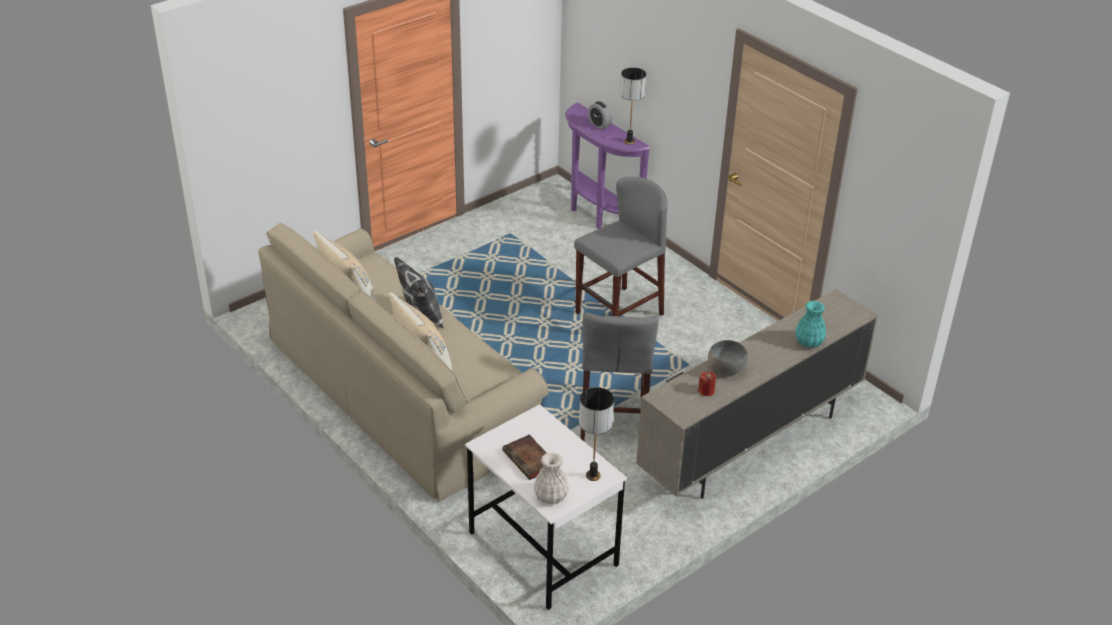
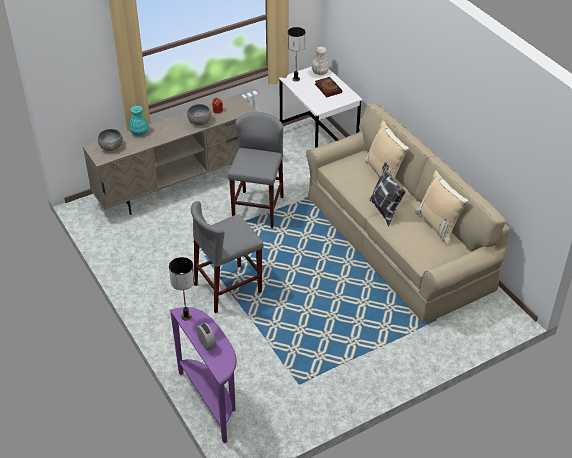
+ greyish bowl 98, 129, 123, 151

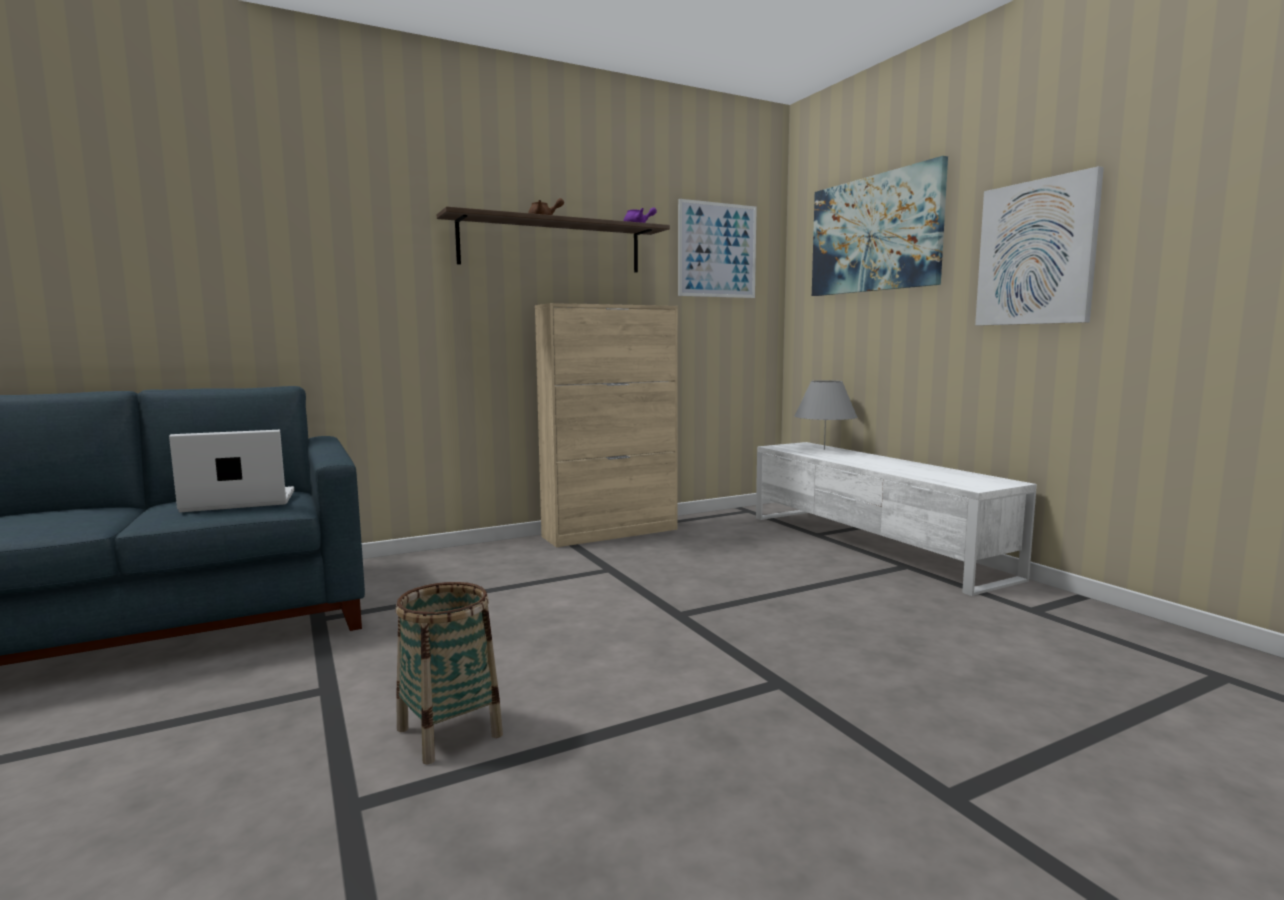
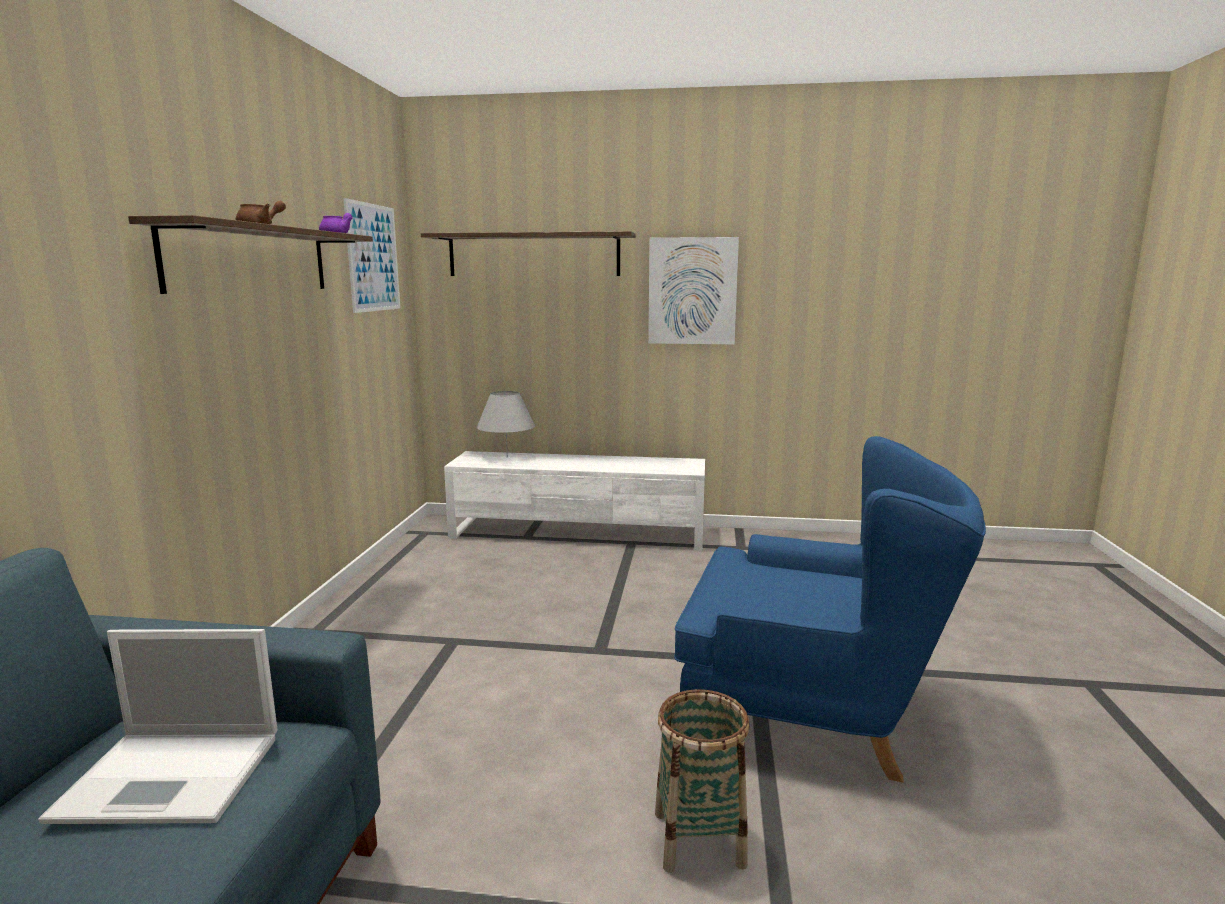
~ notebook computer 169, 430, 294, 513 = 38, 629, 278, 824 105 degrees counterclockwise
~ wall picture 812, 156, 948, 296 to wall shelf 421, 231, 636, 276
+ bluish armchair 674, 436, 986, 783
- beige storage cabinet 535, 303, 678, 547

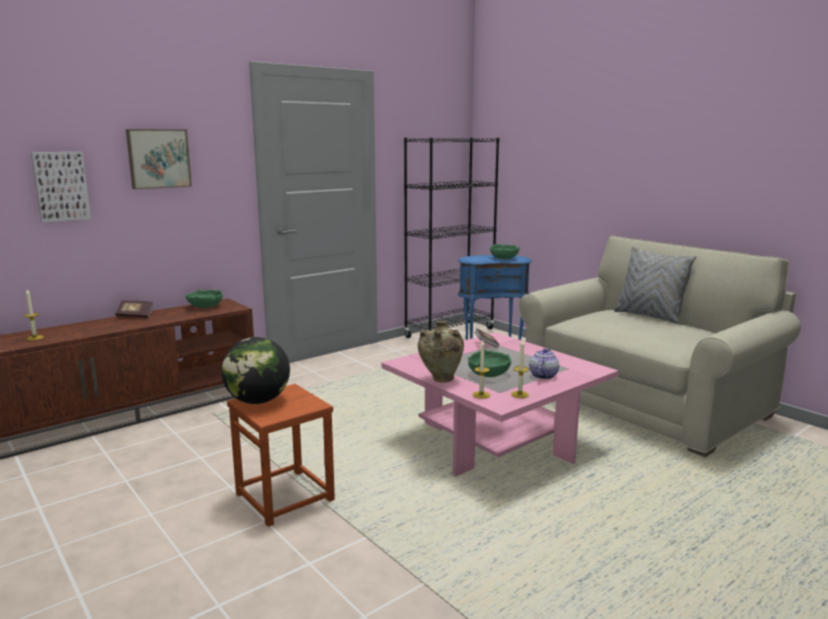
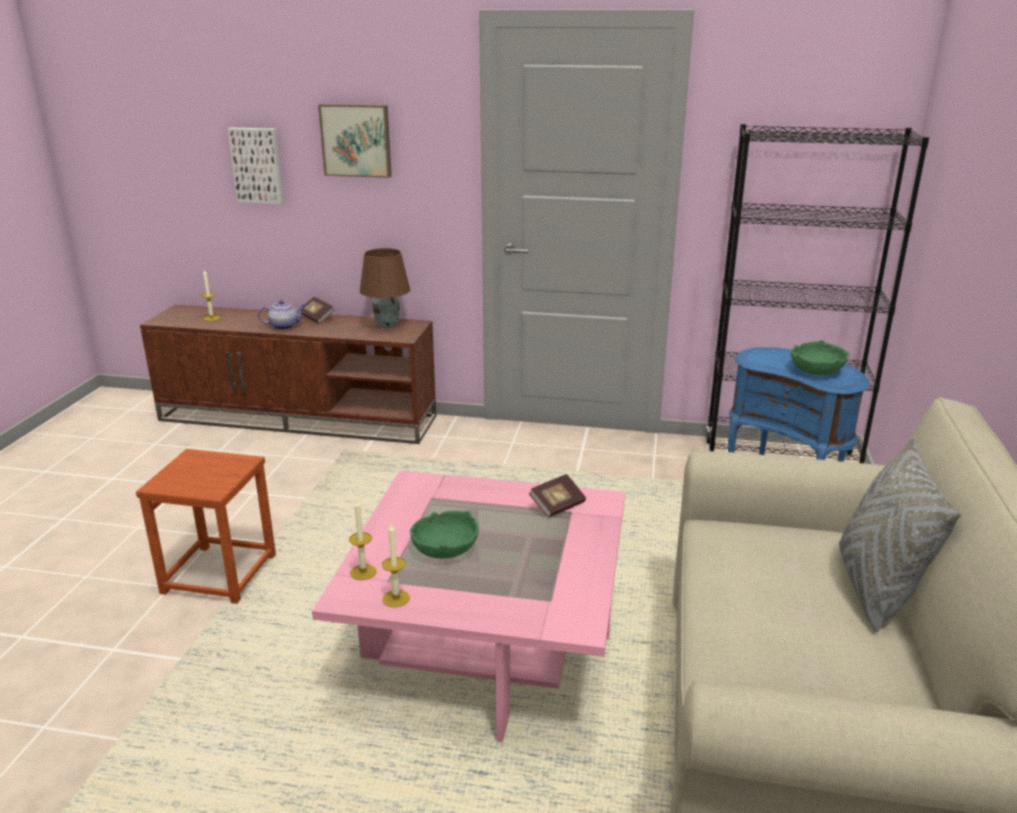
~ tea pot 529, 348, 559, 379 to 258, 300, 306, 330
~ green-coloured bowl 185, 289, 223, 308 to brown lamp for a table 360, 248, 410, 329
- desk globe 221, 337, 290, 404
- beige vase 417, 321, 464, 383

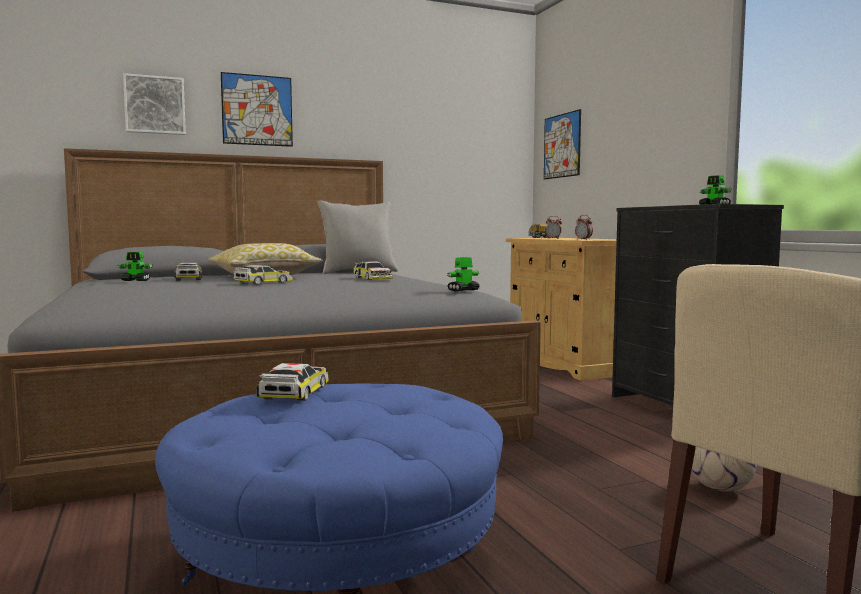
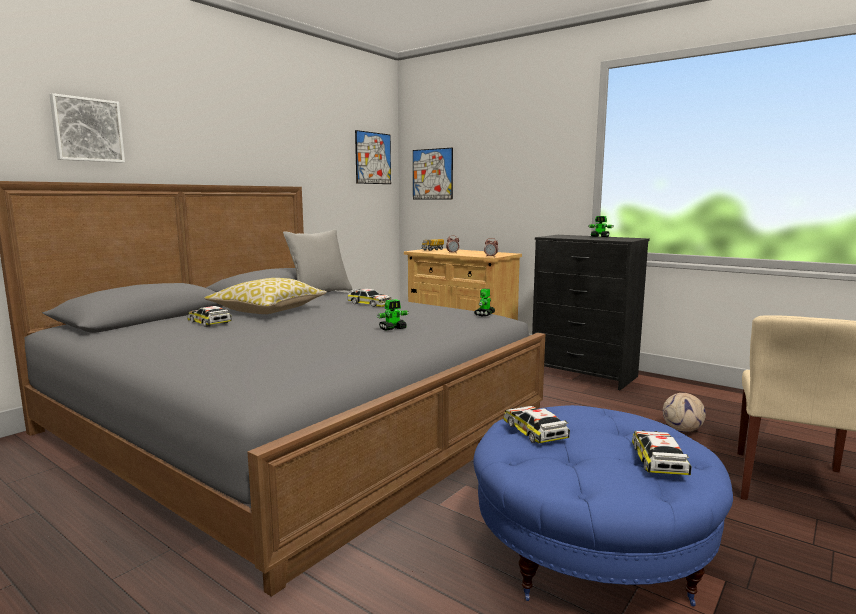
~ wall picture 221, 72, 293, 147 to 355, 130, 391, 184
~ model robot 117, 252, 154, 281 to 377, 299, 409, 330
~ model car 233, 265, 293, 285 to 632, 430, 692, 475

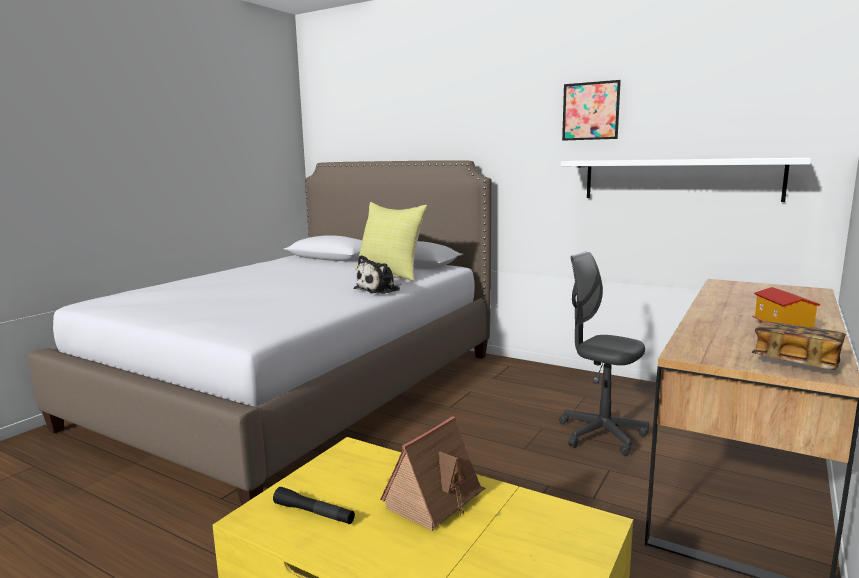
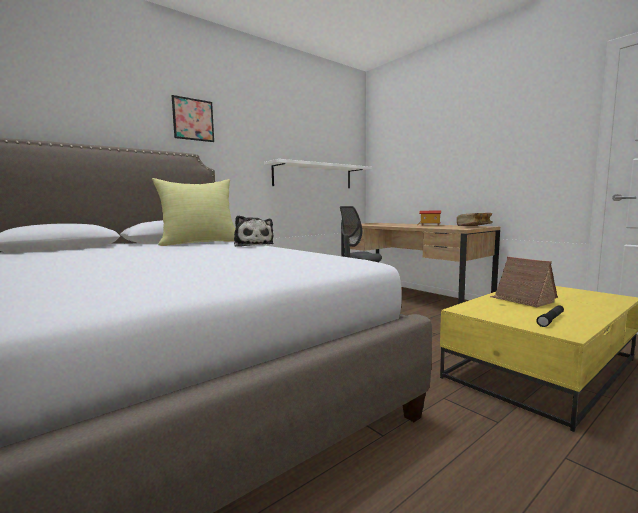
~ wall picture 562, 80, 621, 141 to 172, 95, 214, 142

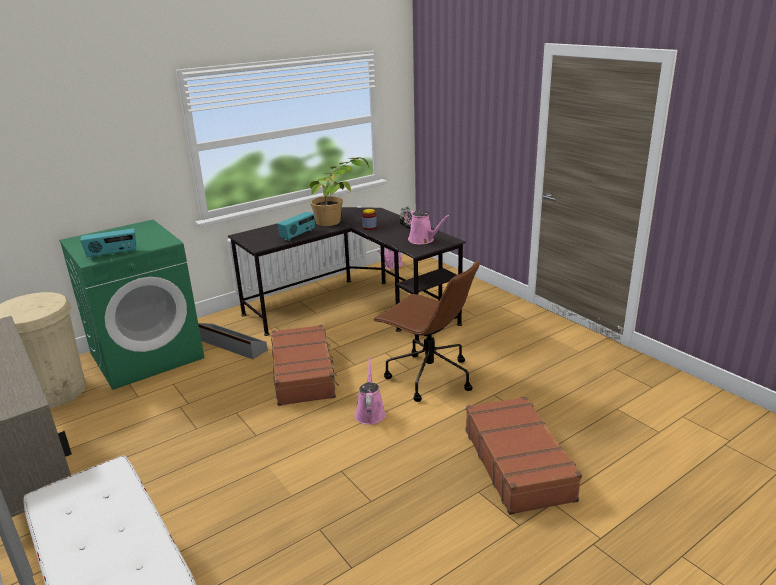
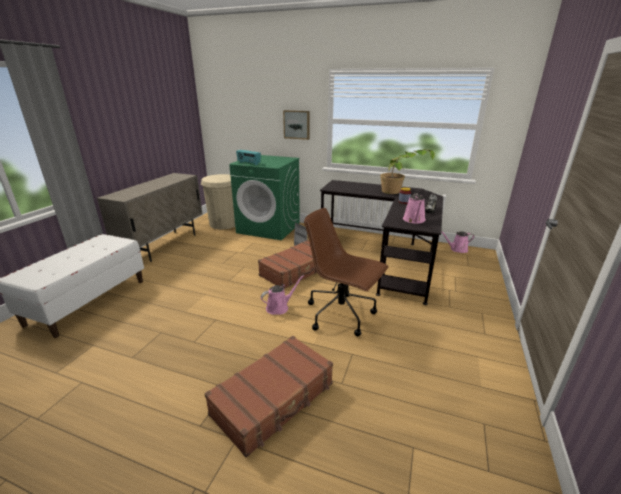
+ wall picture 283, 110, 310, 140
~ brown office chair 373, 261, 480, 402 = 304, 208, 389, 336 120 degrees clockwise
- radio receiver 278, 212, 315, 241

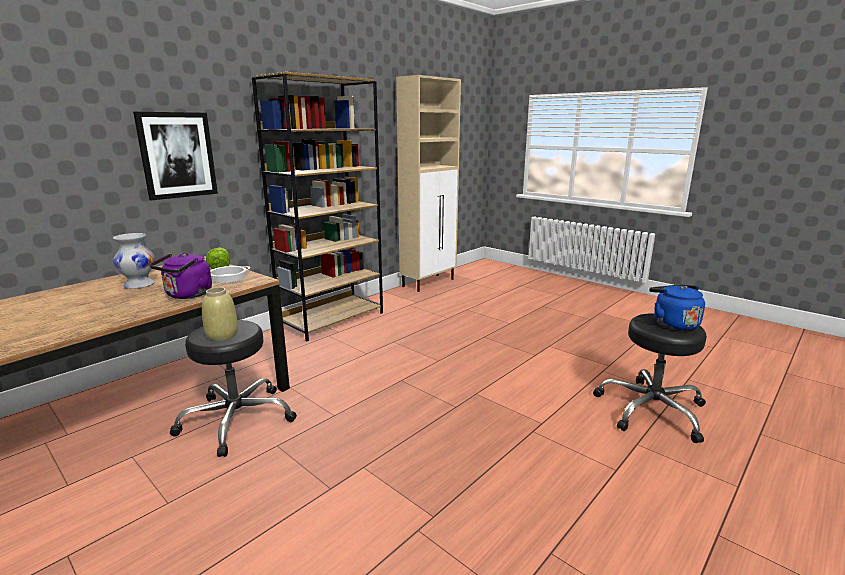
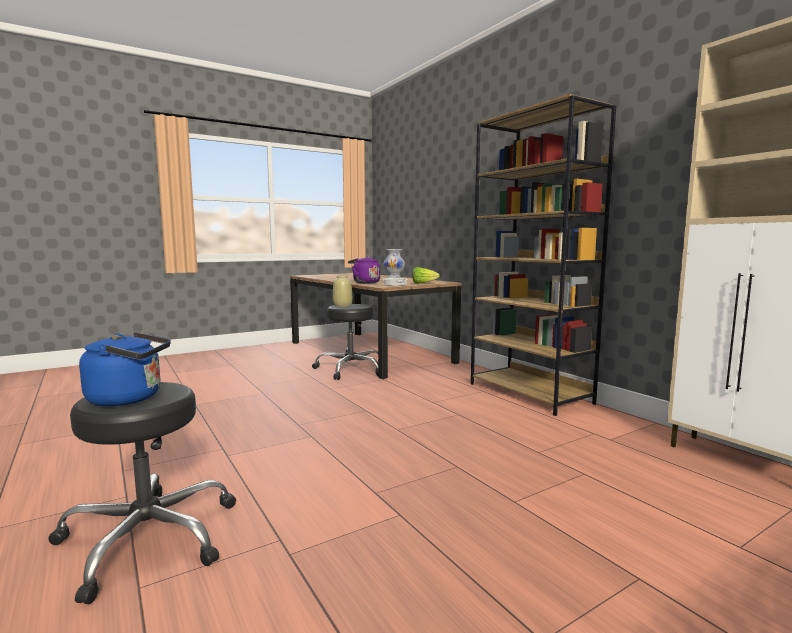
- wall picture 133, 112, 218, 200

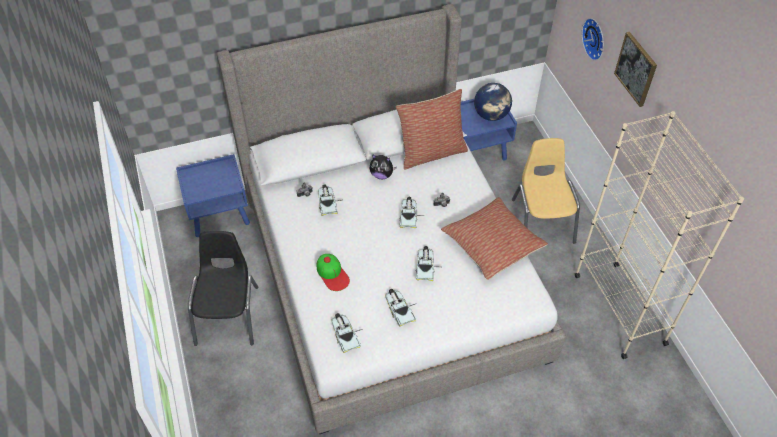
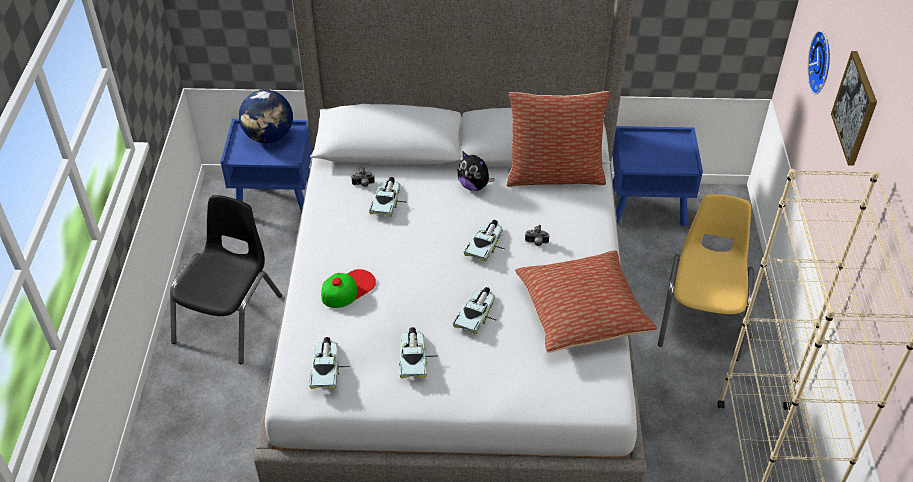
~ desk globe 474, 83, 512, 121 to 239, 90, 293, 143
~ peaked cap 317, 254, 350, 291 = 321, 269, 376, 308 120 degrees counterclockwise

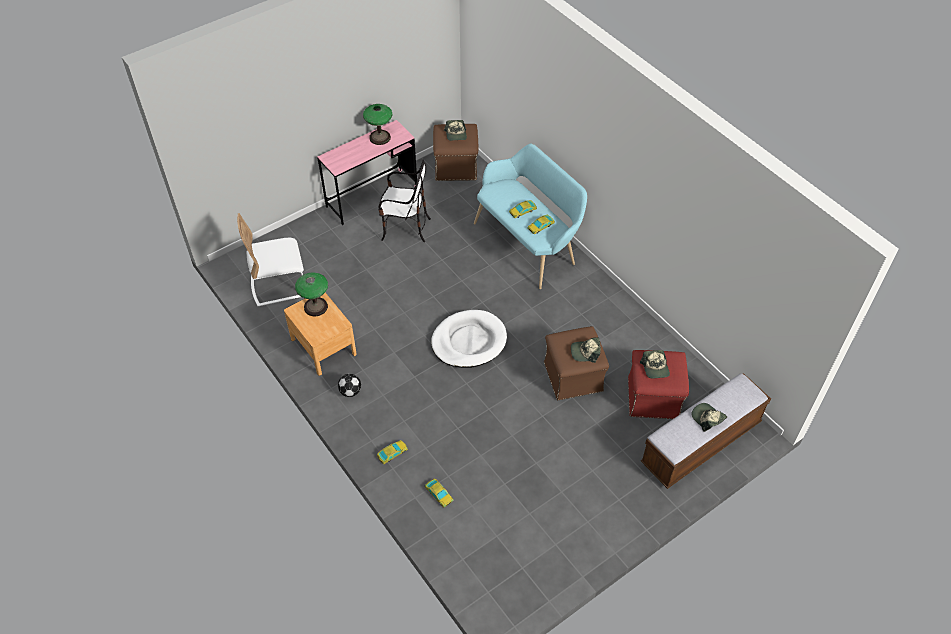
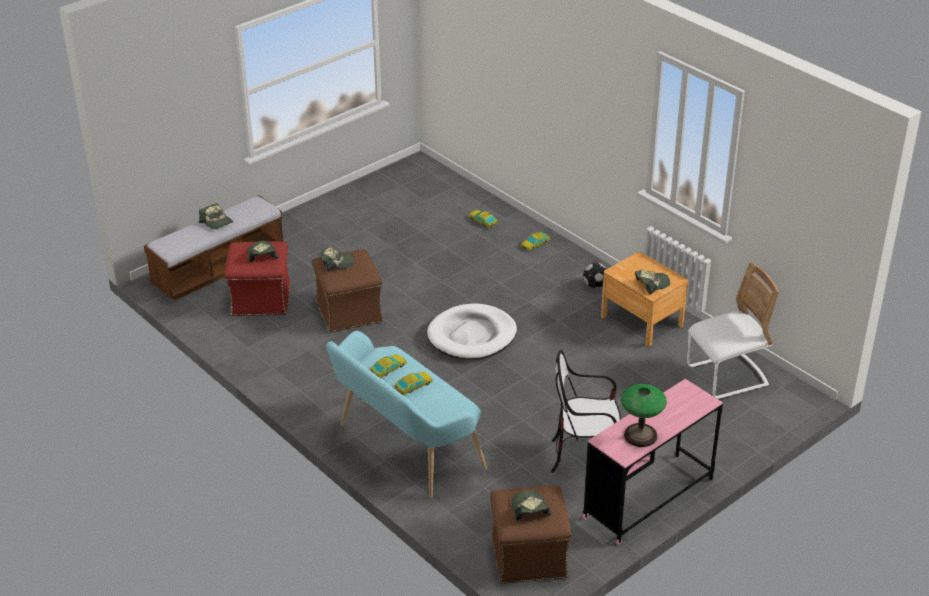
~ lamp for a table 295, 272, 328, 316 to peaked cap 635, 270, 670, 295

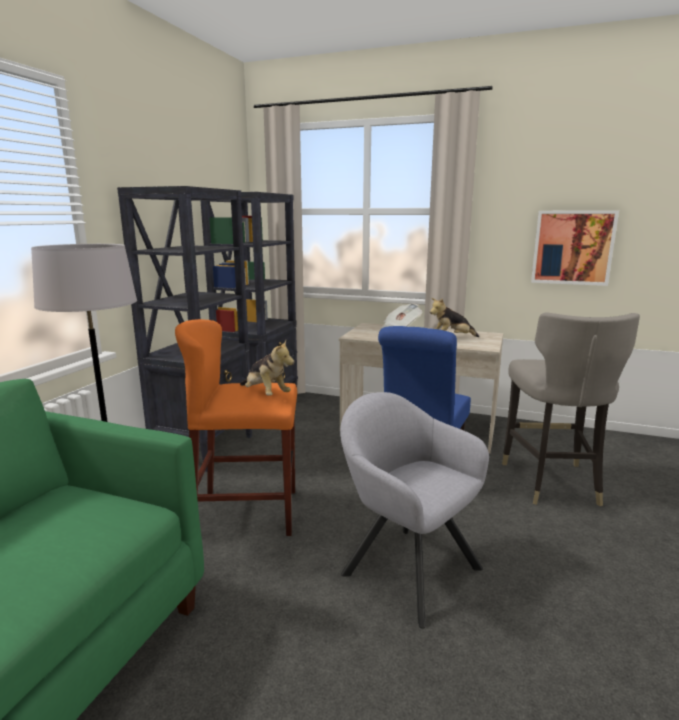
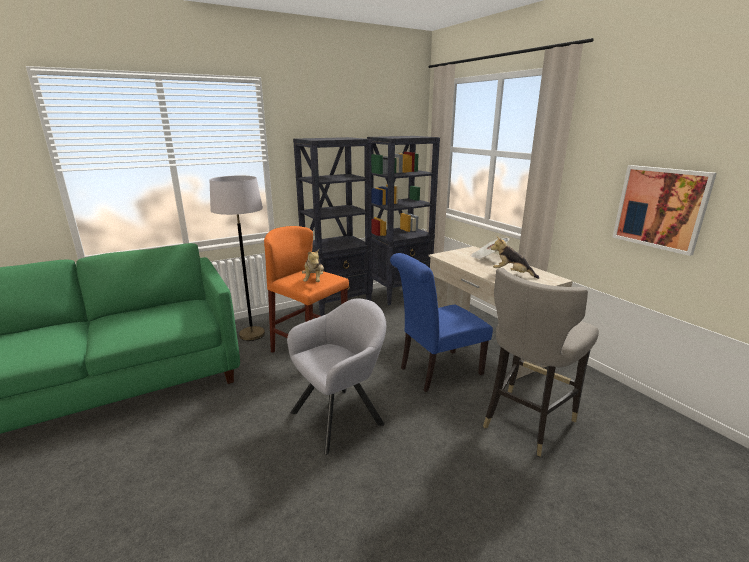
~ greyish armchair 340, 392, 489, 629 = 287, 299, 386, 455 60 degrees clockwise

